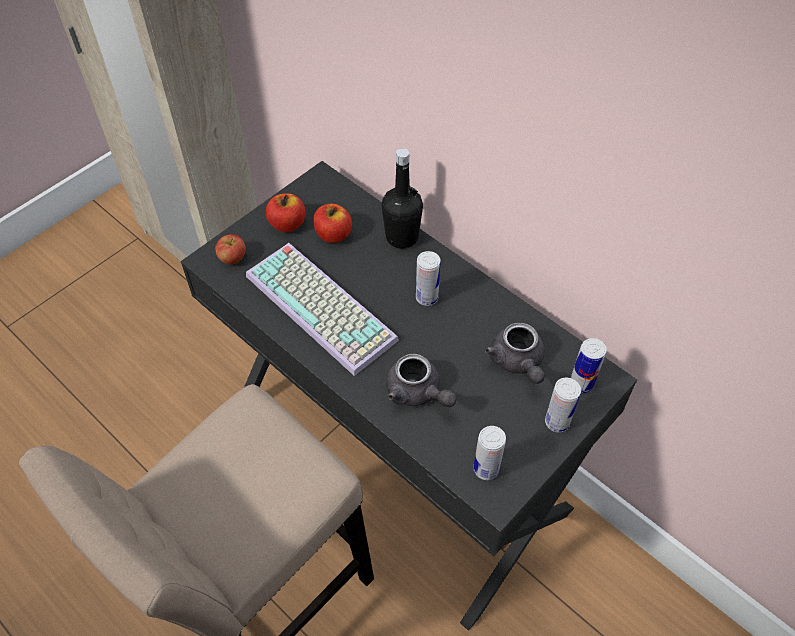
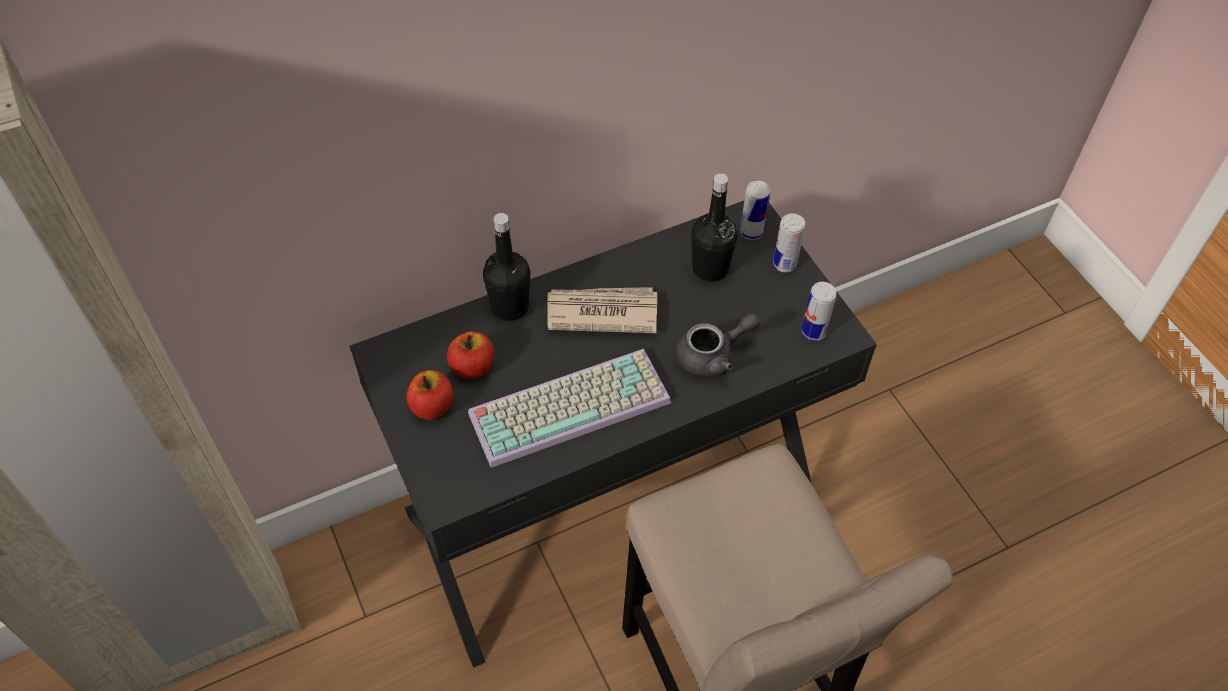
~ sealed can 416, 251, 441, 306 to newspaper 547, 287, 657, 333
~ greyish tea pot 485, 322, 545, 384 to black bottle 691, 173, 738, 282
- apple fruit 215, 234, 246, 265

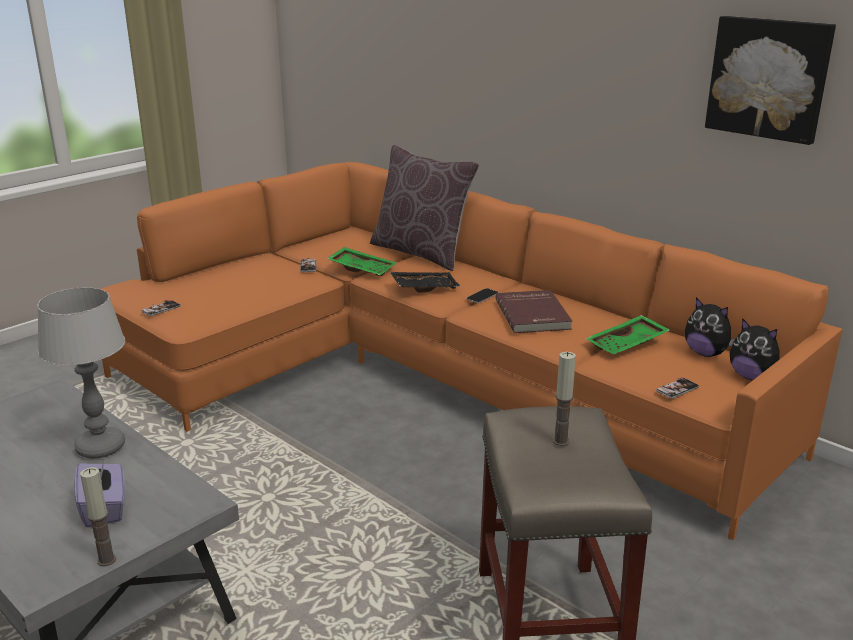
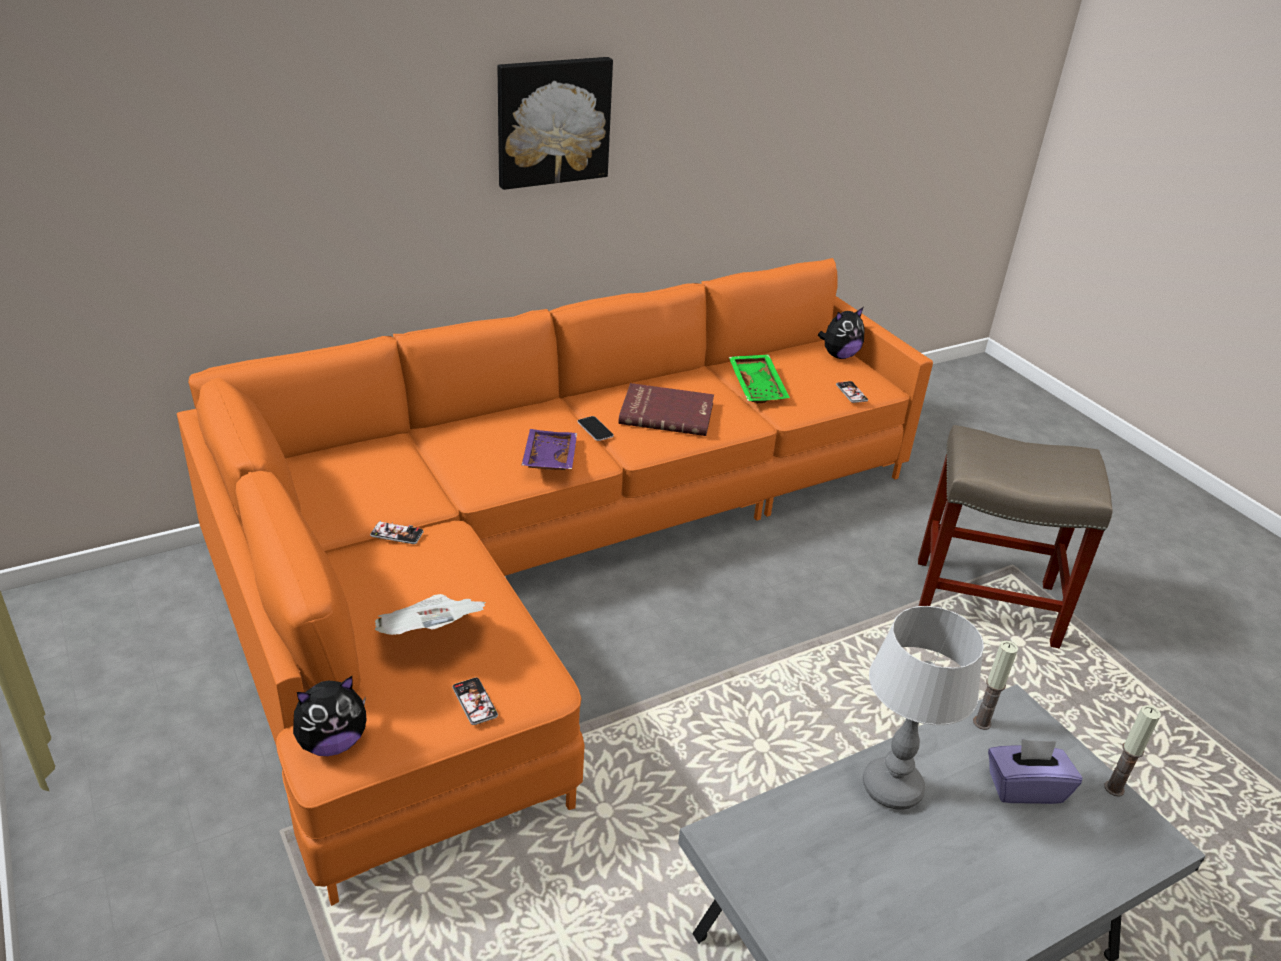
~ soft toy 685, 297, 735, 357 to 293, 676, 366, 756
+ newspaper 375, 594, 486, 635
~ wall picture 705, 16, 836, 145 to 498, 57, 613, 190
~ black tray 390, 272, 461, 293 to purple tray 522, 429, 577, 470
~ candle 553, 352, 576, 446 to 973, 641, 1018, 730
- green-coloured tray 327, 247, 397, 276
- brown cushion 370, 145, 479, 271

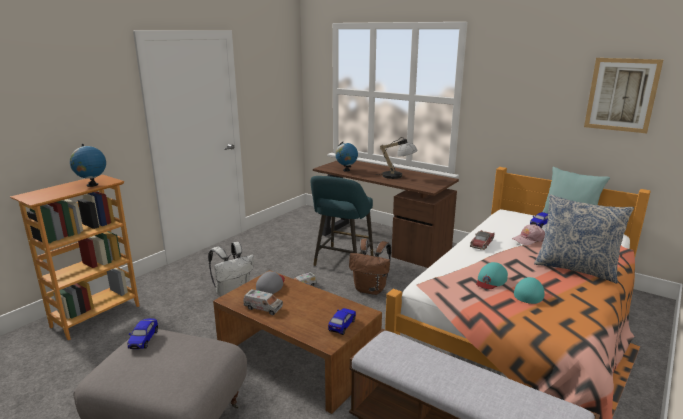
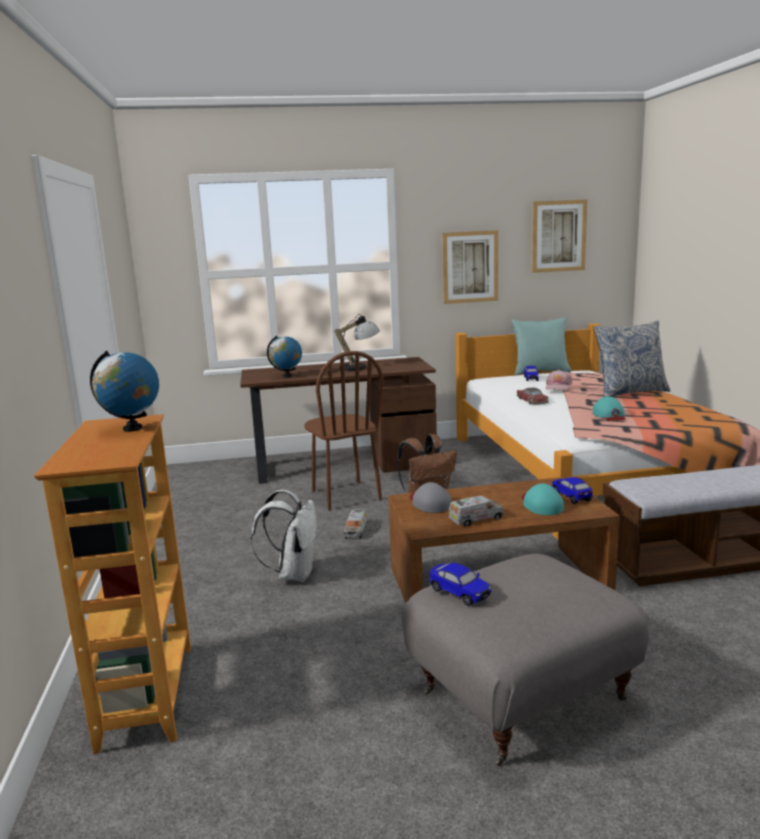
~ turquoise-coloured sitting stool 311, 176, 373, 266 to brown chair 304, 351, 384, 511
+ wall picture 442, 230, 498, 304
~ turquoise-coloured peaked cap 514, 277, 544, 304 to 522, 483, 564, 515

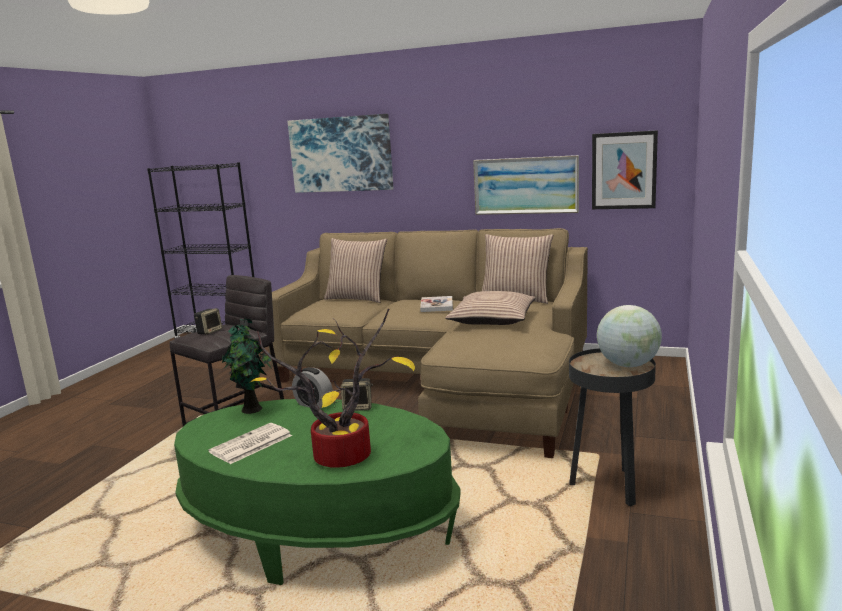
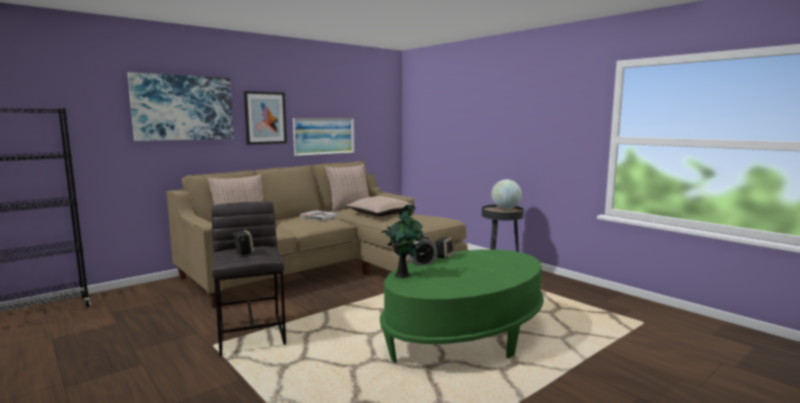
~ wall picture 592, 130, 658, 209 to 244, 91, 287, 145
- newspaper 208, 423, 292, 464
- houseplant 249, 308, 415, 468

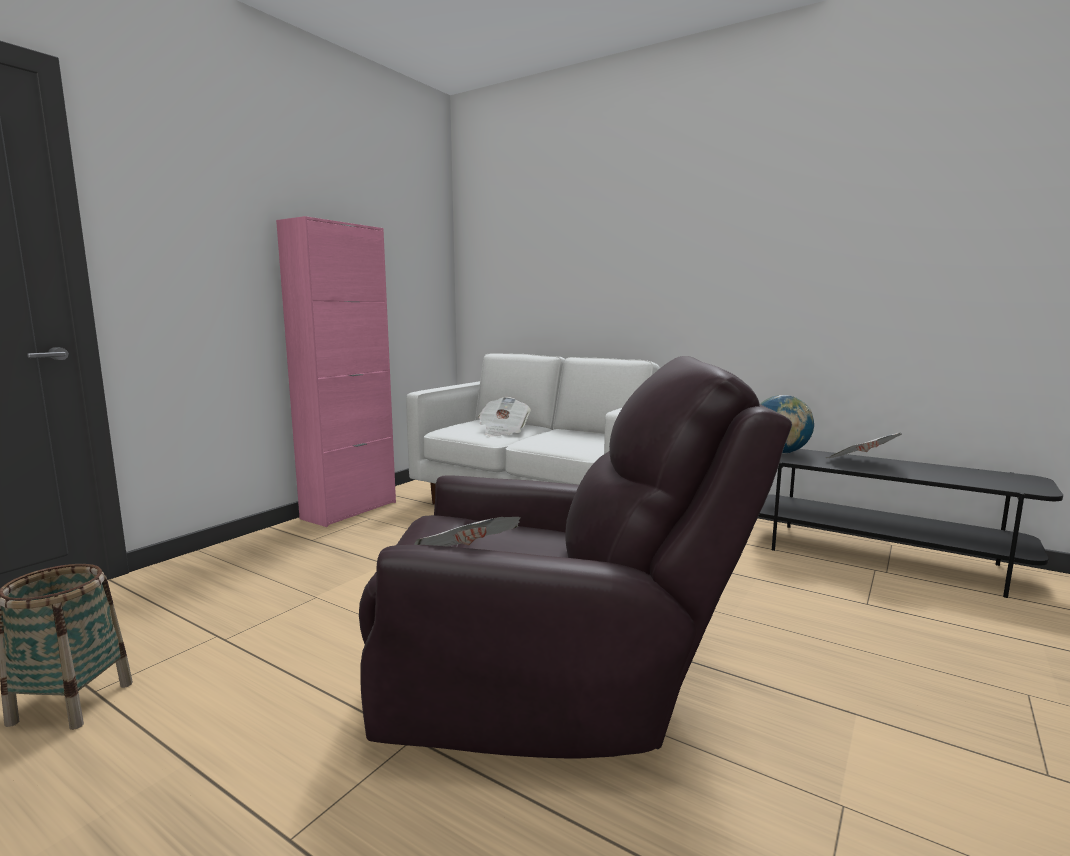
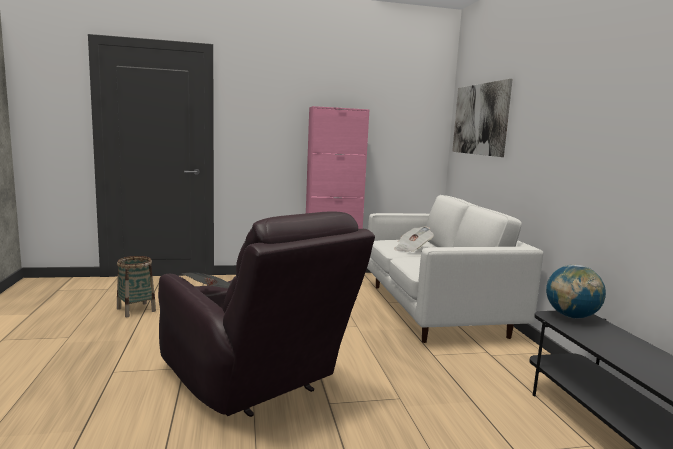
+ wall picture 452, 79, 513, 157
- newspaper 826, 432, 902, 458

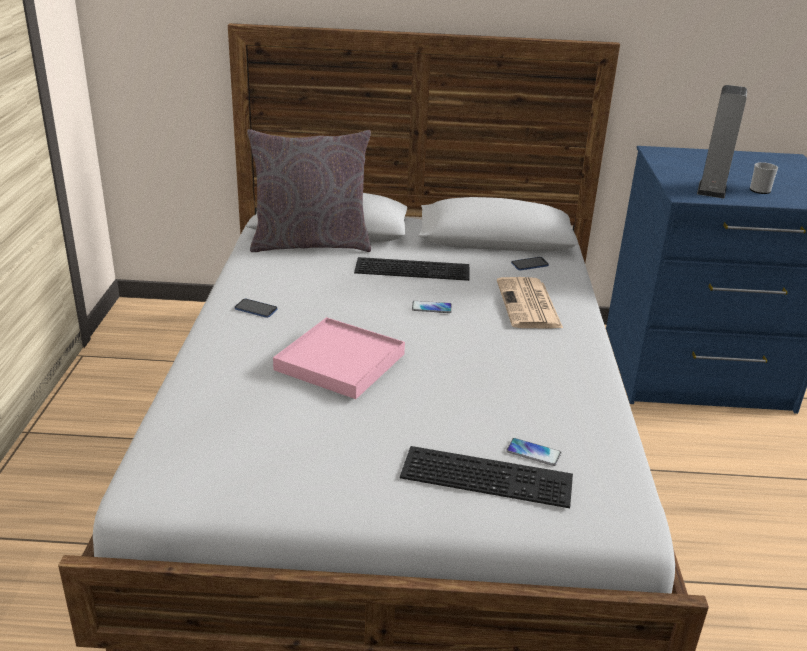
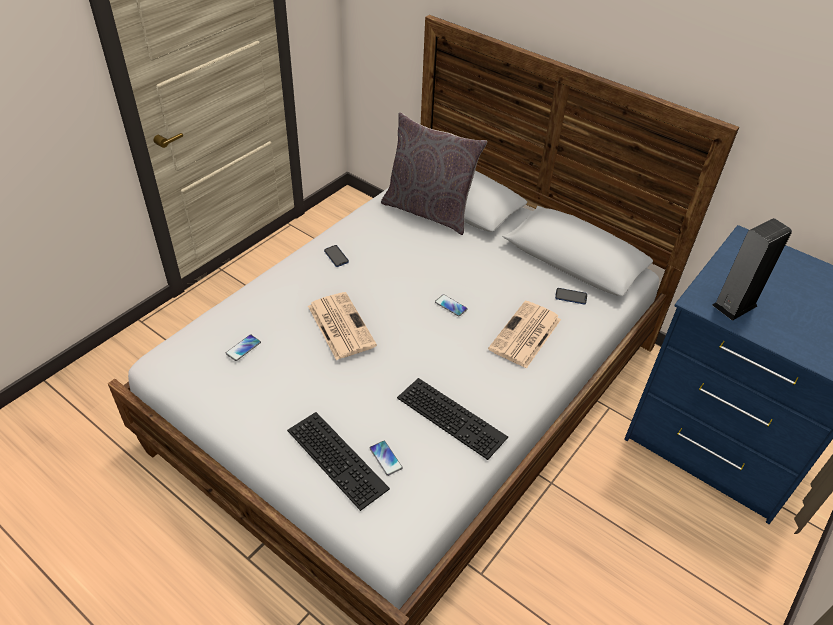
+ phone 226, 335, 261, 361
~ pink-coloured tray 273, 317, 405, 399 to newspaper 308, 292, 377, 360
~ keyboard 354, 257, 469, 281 to 397, 378, 508, 460
- coffee mug 750, 162, 778, 194

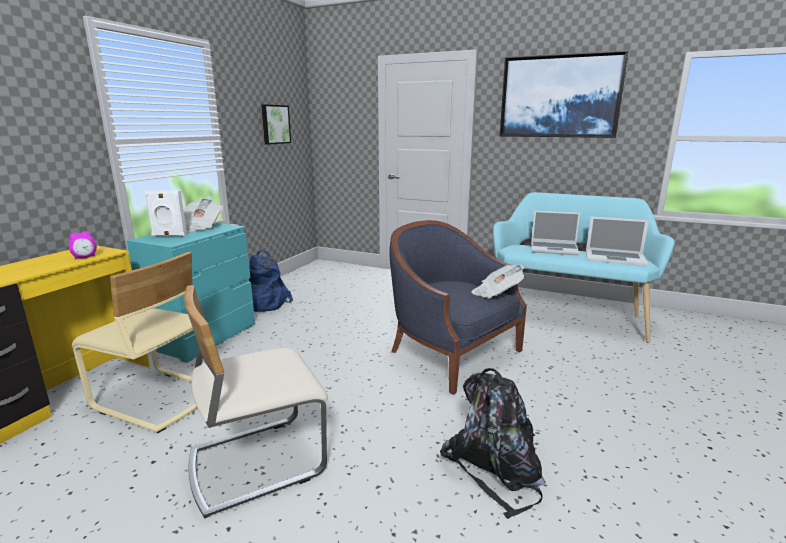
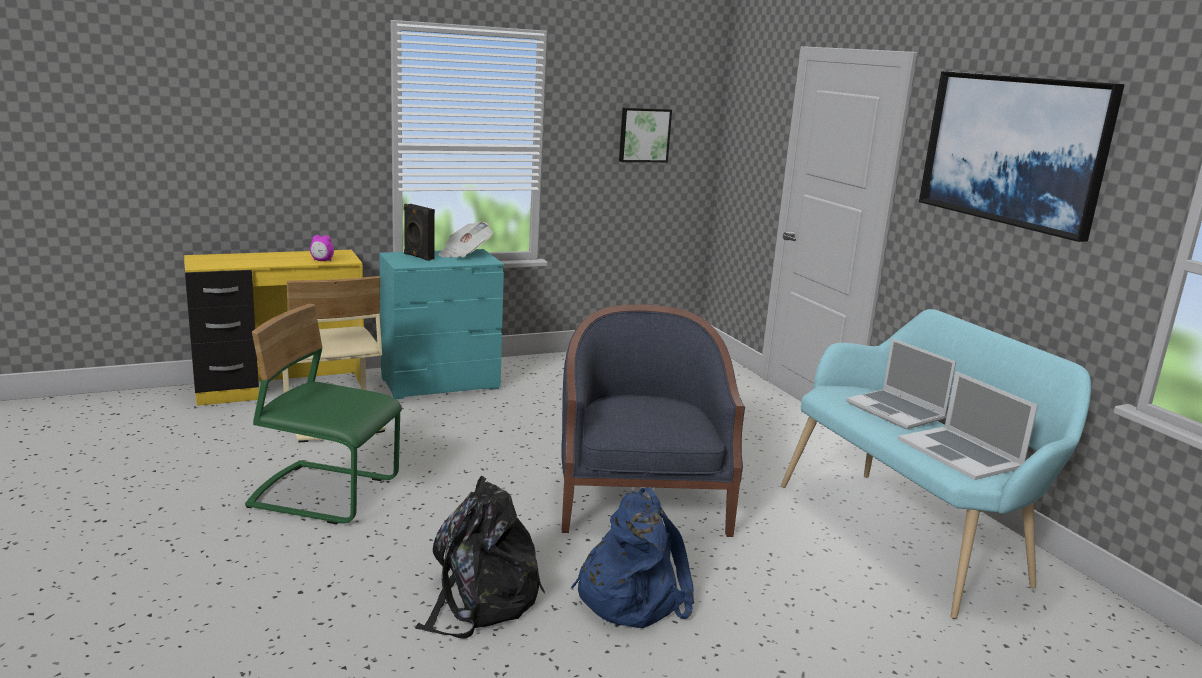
~ beige chair 184, 285, 328, 518 to green-coloured chair 245, 304, 402, 525
~ whitish speaker 144, 190, 187, 237 to black speaker 404, 204, 435, 261
~ bluish rucksack 249, 250, 293, 312 to 571, 487, 694, 628
- newspaper 472, 265, 524, 299

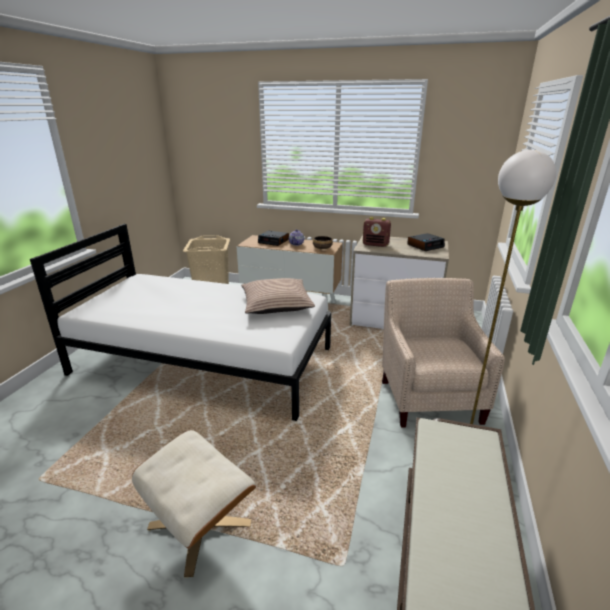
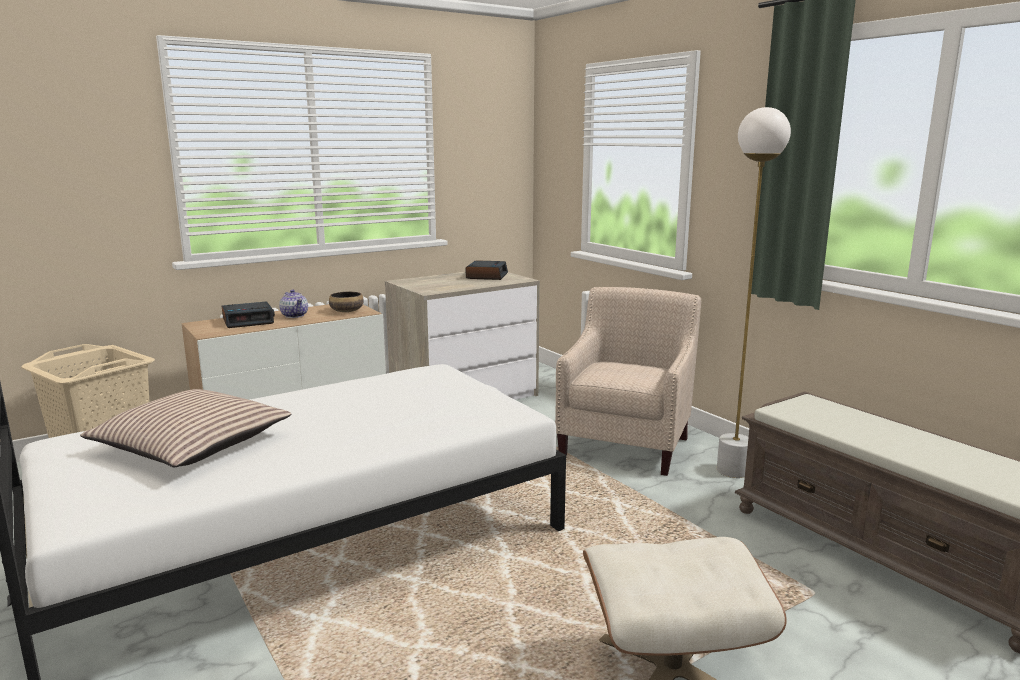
~ cushion 241, 278, 315, 314 to 80, 389, 291, 468
~ beige armchair 382, 278, 505, 428 = 555, 287, 701, 476 75 degrees clockwise
- radio receiver 363, 217, 391, 247

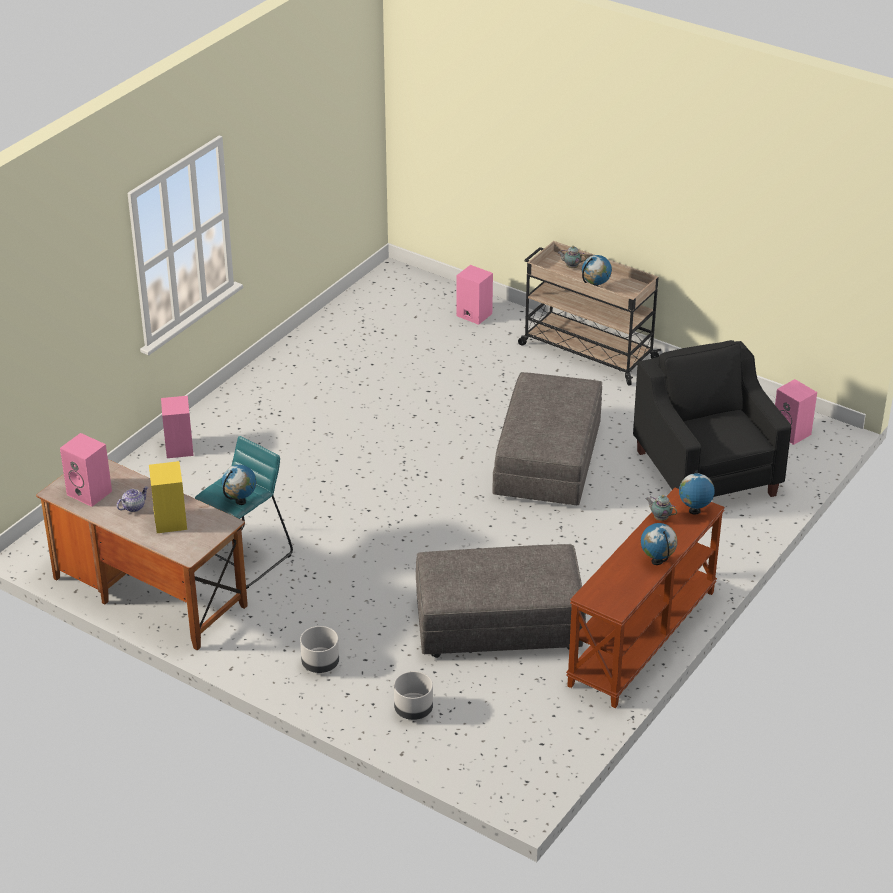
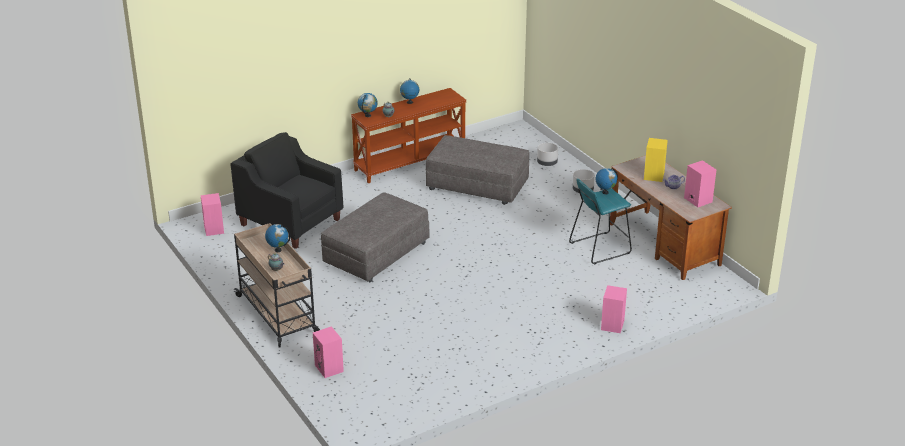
~ black armchair 633, 340, 791, 497 = 230, 132, 343, 249 120 degrees clockwise

